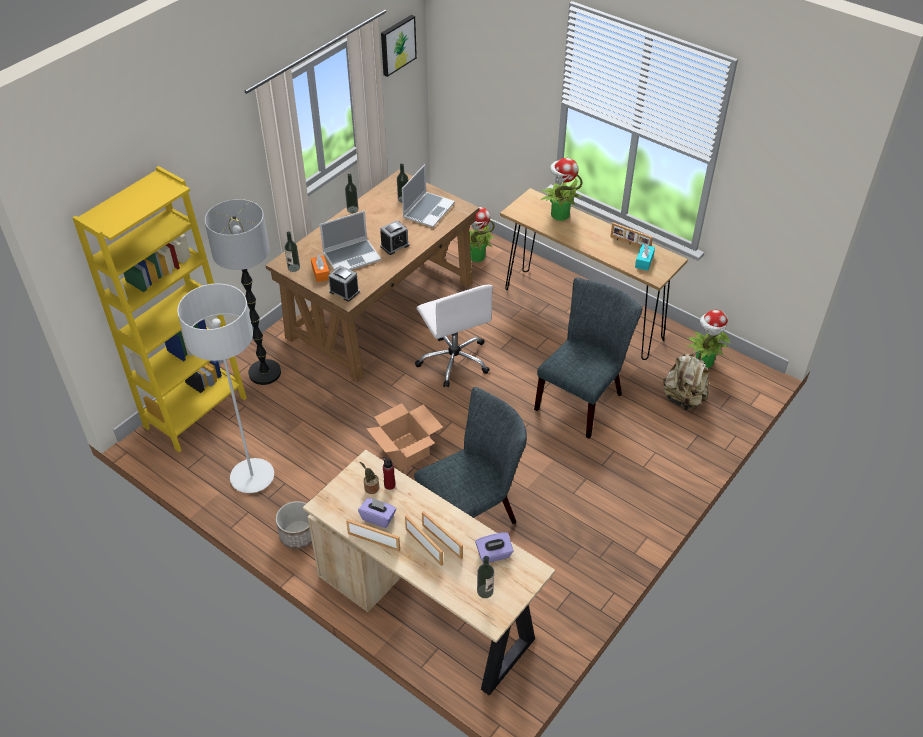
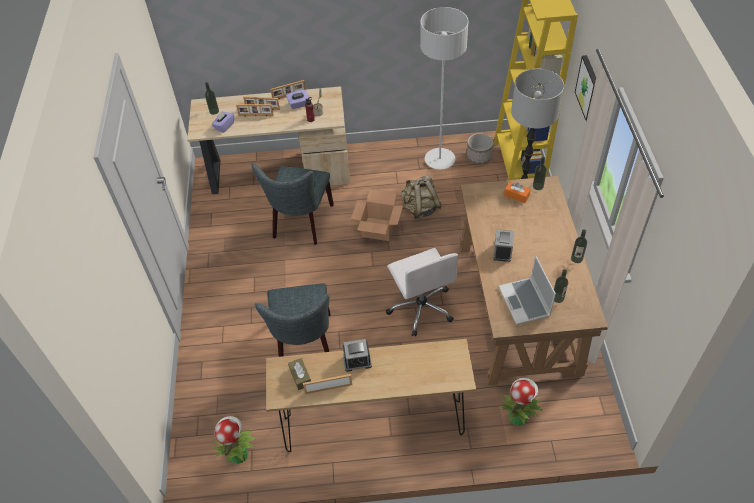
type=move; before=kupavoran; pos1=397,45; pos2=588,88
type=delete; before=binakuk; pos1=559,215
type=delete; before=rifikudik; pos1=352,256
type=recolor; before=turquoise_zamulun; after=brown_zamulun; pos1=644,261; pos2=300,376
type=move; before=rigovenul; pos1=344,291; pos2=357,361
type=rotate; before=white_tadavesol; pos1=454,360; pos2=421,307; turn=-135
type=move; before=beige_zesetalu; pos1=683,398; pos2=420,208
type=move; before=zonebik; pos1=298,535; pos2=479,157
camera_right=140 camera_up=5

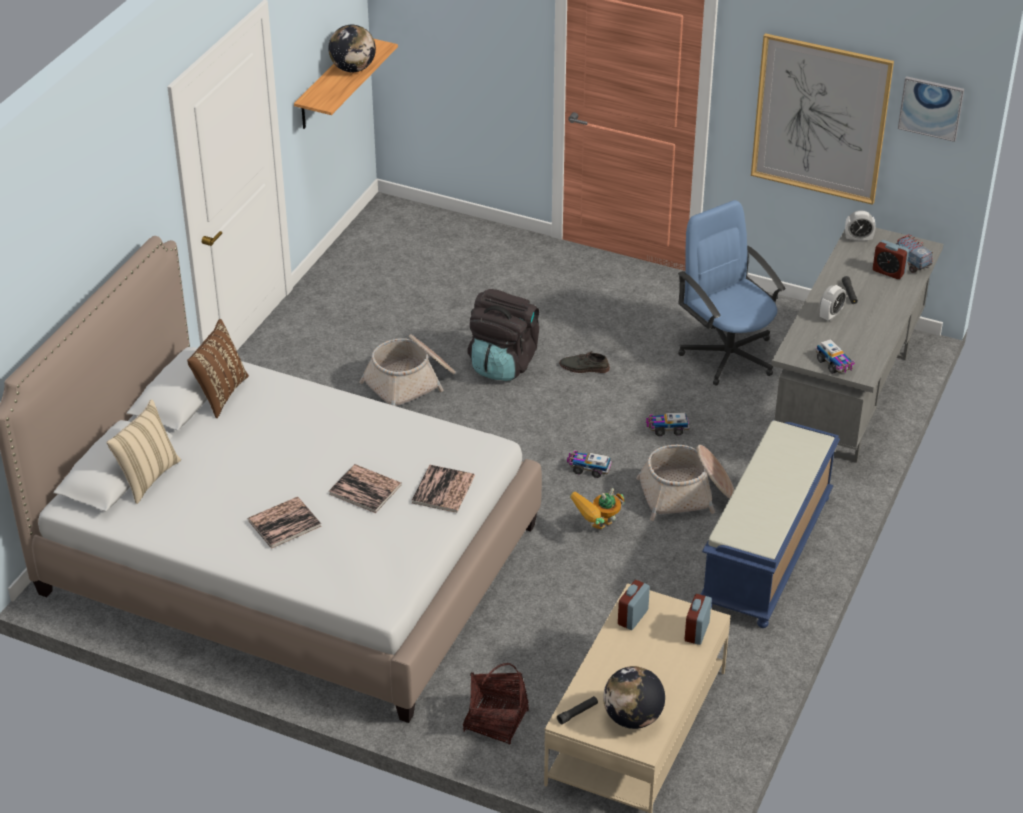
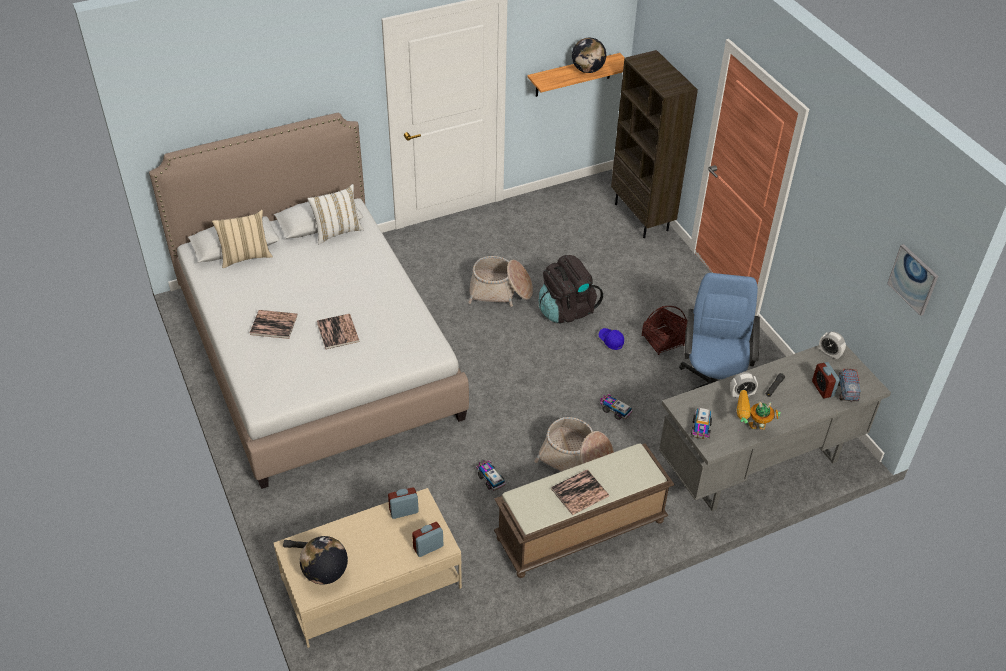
type=delete; before=kupavoran; pos1=820,119
type=recolor; before=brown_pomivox; after=white_pomivox; pos1=220,394; pos2=337,231
type=replace; before=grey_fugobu; after=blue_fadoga; pos1=584,367; pos2=611,341
type=recolor; before=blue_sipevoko; after=brown_sipevoko; pos1=767,553; pos2=580,531
type=move; before=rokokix; pos1=588,468; pos2=490,479
type=move; before=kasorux; pos1=443,490; pos2=579,493
type=move; before=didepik; pos1=597,531; pos2=749,429
type=move; before=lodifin; pos1=496,721; pos2=663,341
type=insert; after=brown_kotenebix; pos2=642,217
camera_right=40 camera_up=5

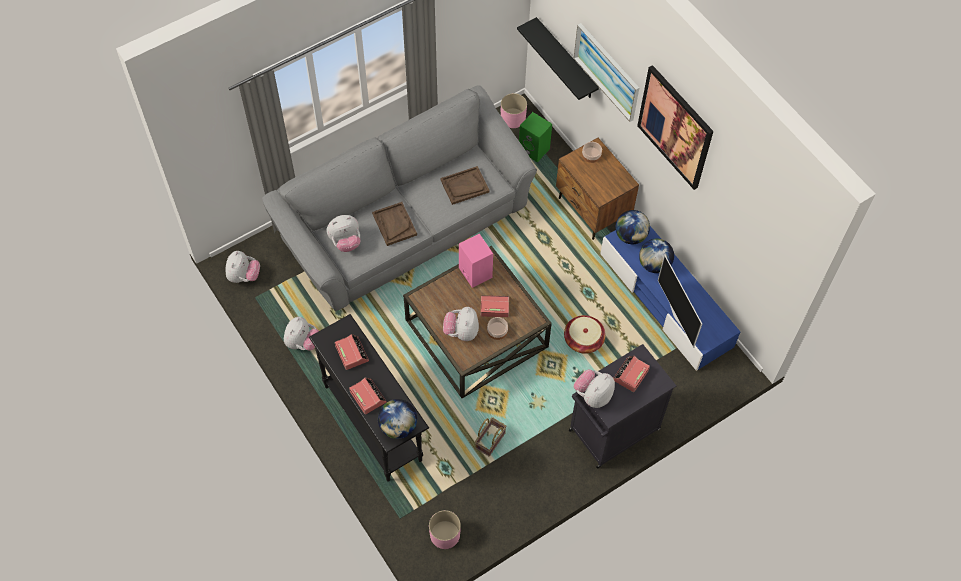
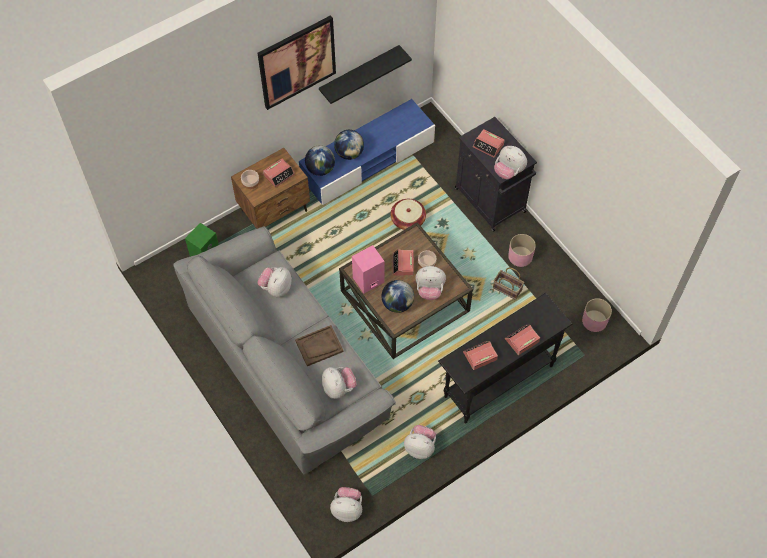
type=move; before=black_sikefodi; pos1=566,60; pos2=359,74
type=delete; before=kupavoran; pos1=607,71
type=move; before=pink_zonebik; pos1=513,118; pos2=520,256
type=replace; before=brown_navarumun; after=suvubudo; pos1=464,186; pos2=276,288
type=delete; before=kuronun; pos1=677,315
type=move; before=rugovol; pos1=398,426; pos2=397,304
type=insert; after=rigovenul; pos2=279,175
camera_right=-90 camera_up=0

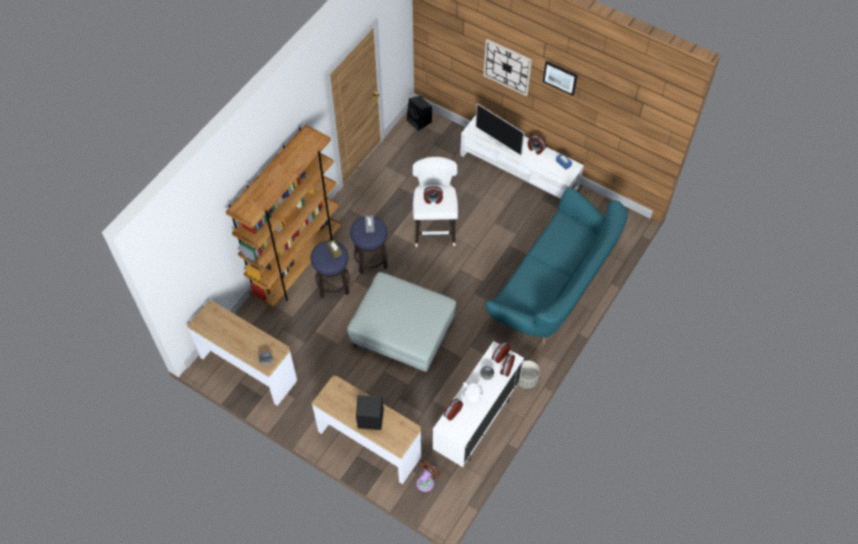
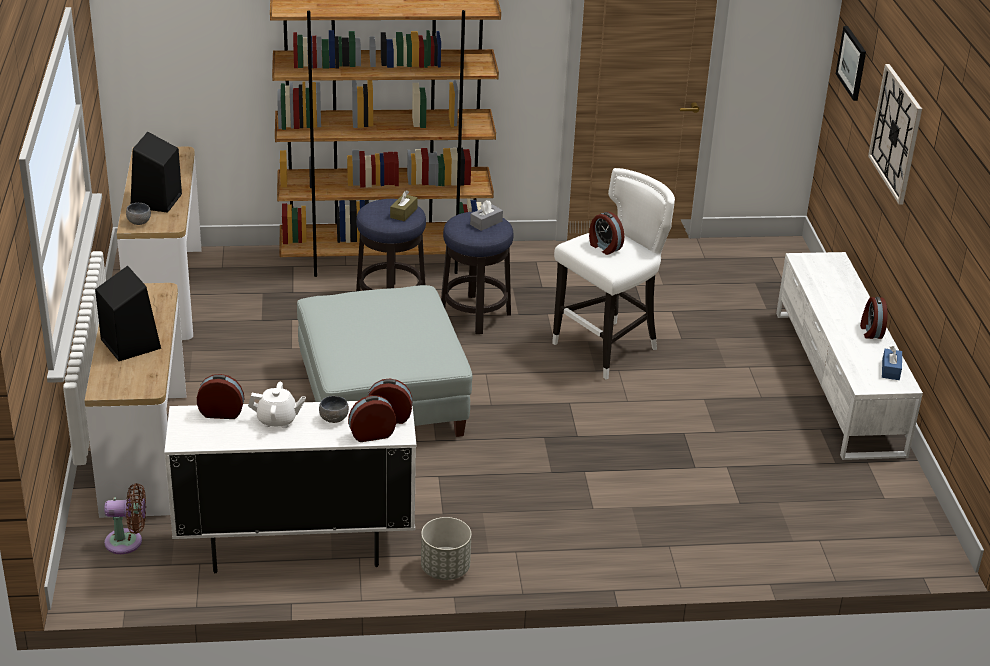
type=move; before=kupavoran; pos1=560,77; pos2=852,63
type=move; before=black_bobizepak; pos1=419,121; pos2=156,201
type=delete; before=kuronun; pos1=499,142
type=delete; before=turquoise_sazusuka; pos1=554,288
camera_right=50 camera_up=-25

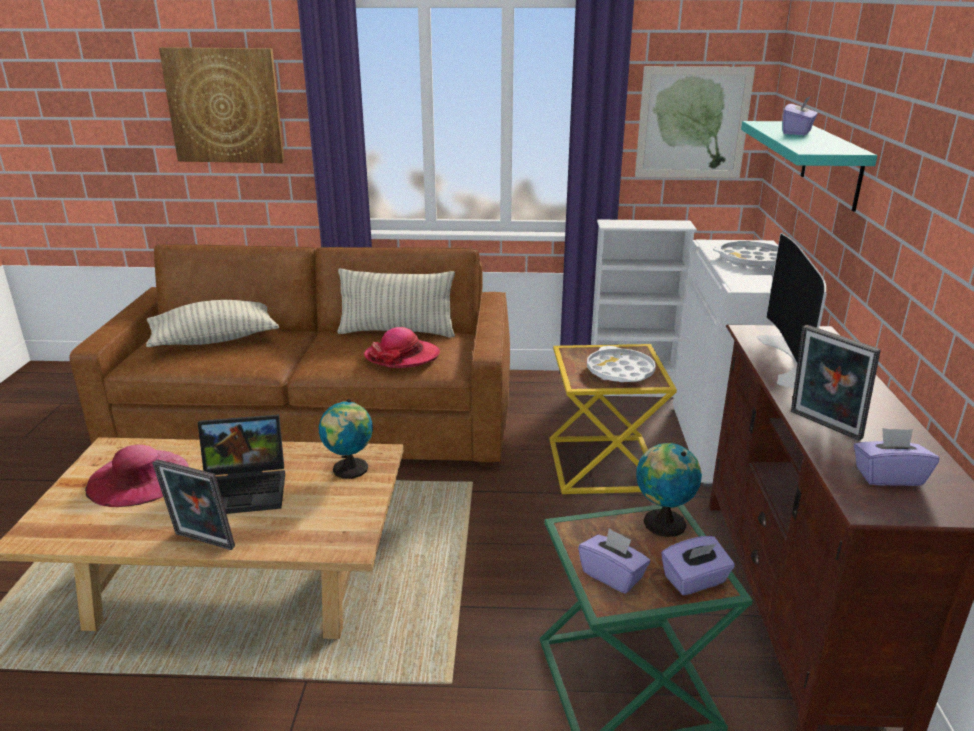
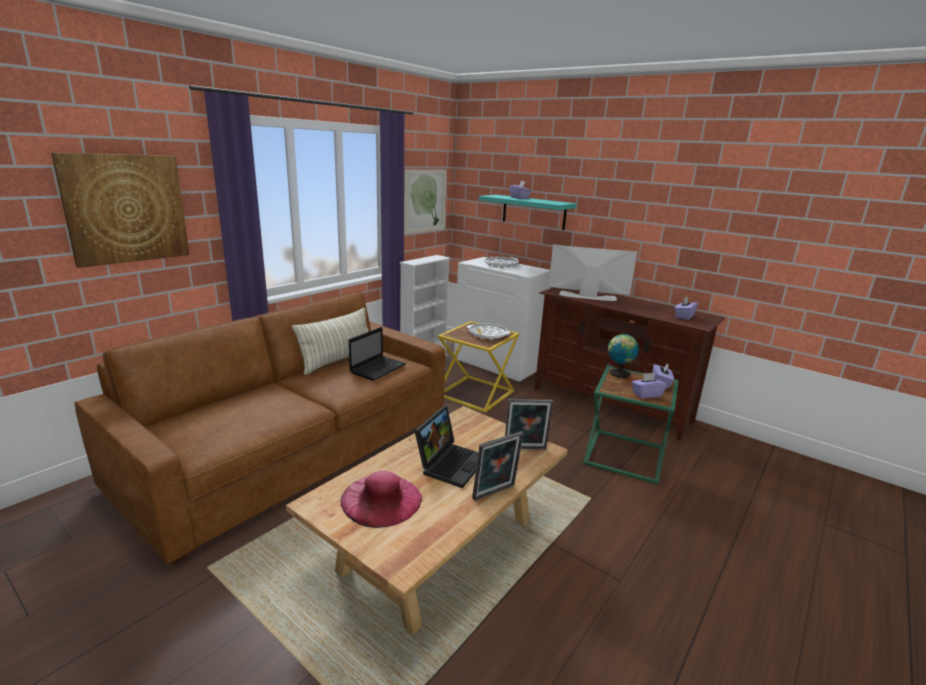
type=rotate; before=kuronun; pos1=794,360; pos2=587,296; turn=150
type=delete; before=pomivox; pos1=214,340
type=move; before=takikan; pos1=823,426; pos2=525,449
type=replace; before=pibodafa; after=rifikudik; pos1=402,356; pos2=378,368
type=delete; before=rugovol; pos1=349,470
camera_right=-55 camera_up=-5

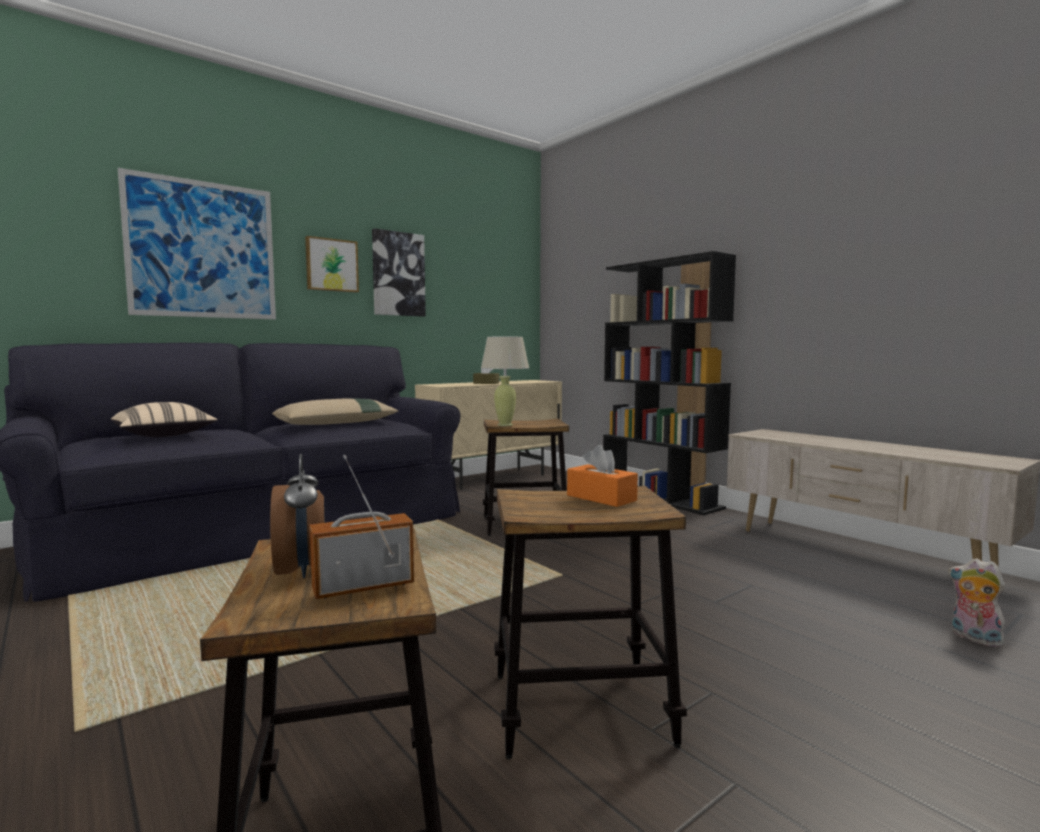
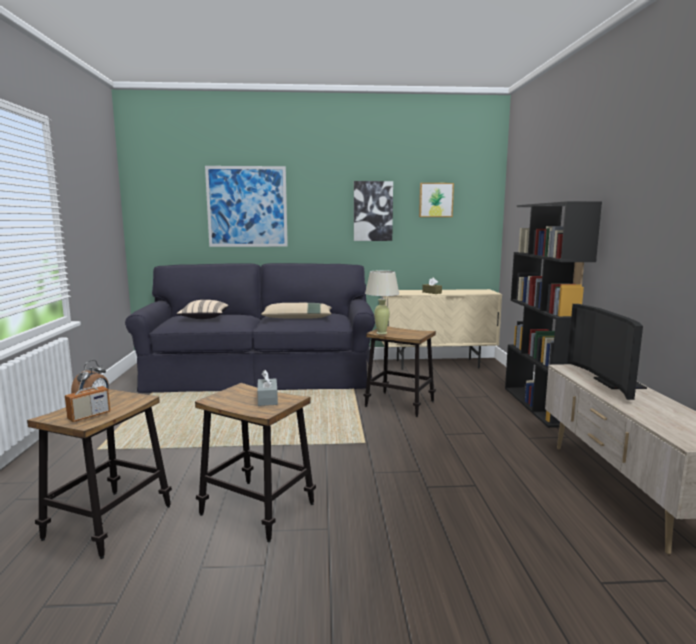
type=move; before=kupavoran; pos1=331,265; pos2=435,200
type=recolor; before=orange_zamulun; after=grey_zamulun; pos1=601,498; pos2=267,399
type=rotate; before=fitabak; pos1=363,587; pos2=89,416; turn=120
type=delete; before=suvubudo; pos1=973,638
type=insert; after=kuronun; pos2=612,383
camera_right=35 camera_up=5

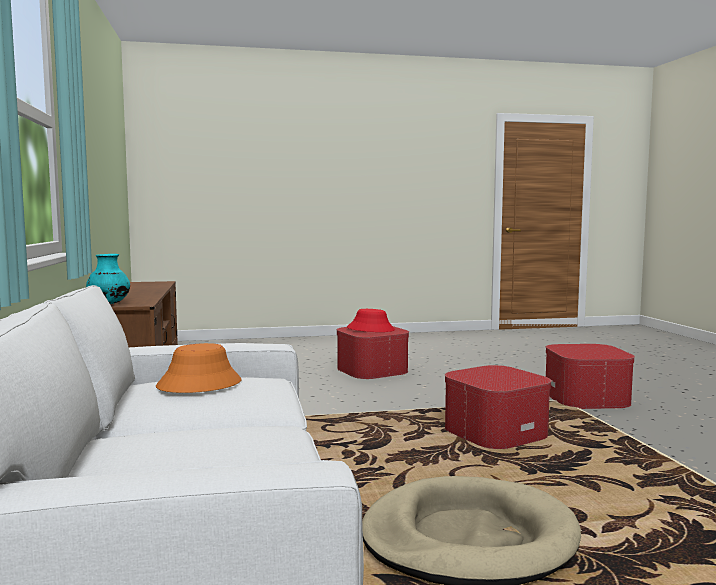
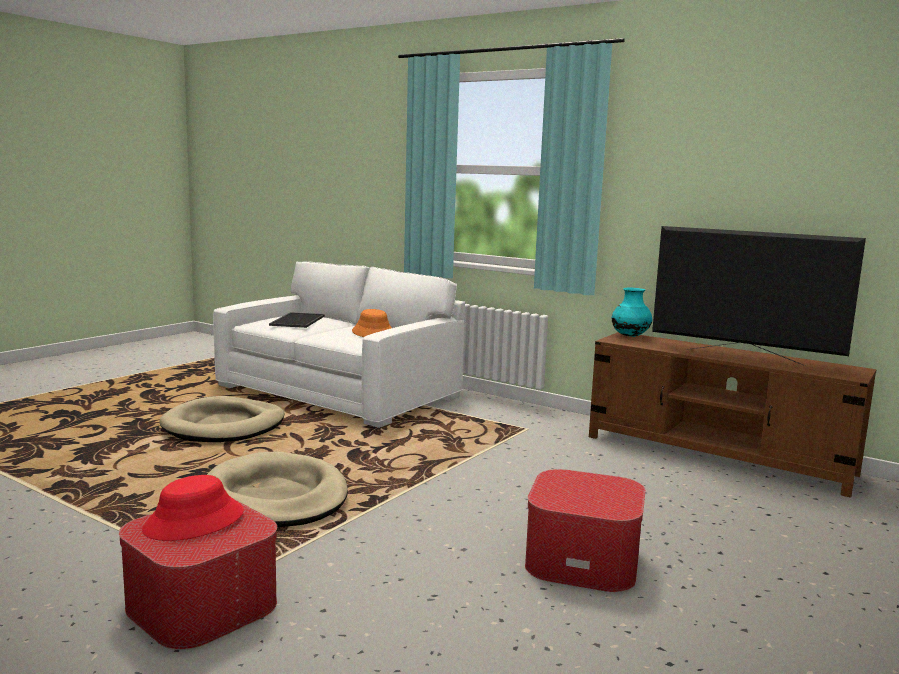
type=move; before=red_pibodafa; pos1=371,329; pos2=194,521
type=replace; before=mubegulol; after=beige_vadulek; pos1=495,432; pos2=275,497
type=insert; after=kuronun; pos2=743,357
type=insert; after=navarumun; pos2=297,320
camera_right=135 camera_up=5

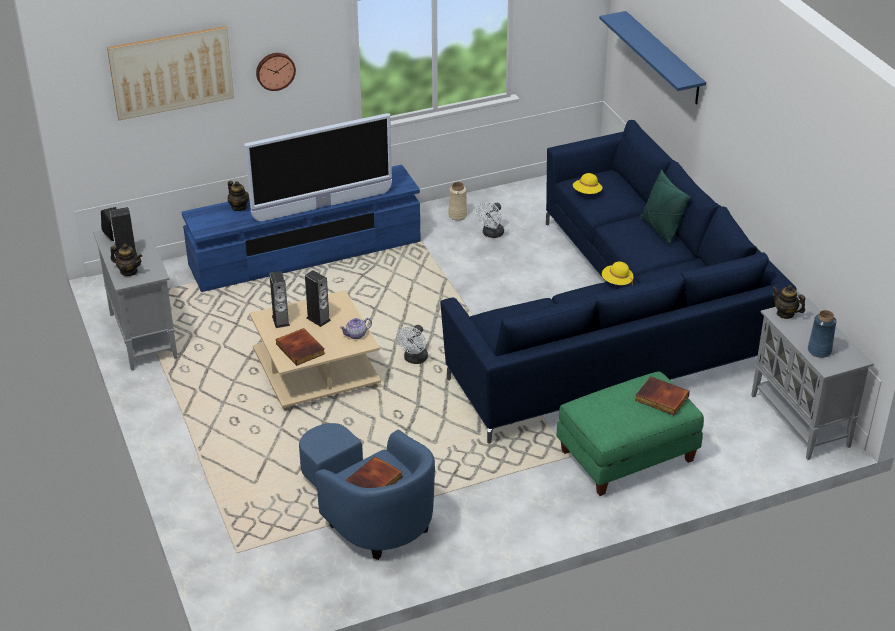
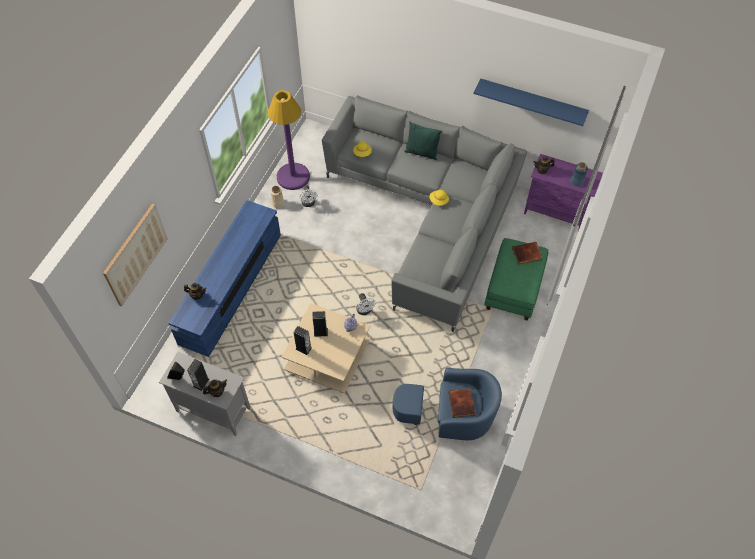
type=move; before=blue_sikefodi; pos1=663,58; pos2=532,101
type=delete; before=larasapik; pos1=275,70
type=delete; before=kuronun; pos1=323,206
type=recolor; before=blue_sazusuka; after=grey_sazusuka; pos1=620,326; pos2=430,216
type=recolor; before=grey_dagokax; after=purple_dagokax; pos1=800,421; pos2=556,212
type=delete; before=kasorux; pos1=301,349
type=insert; after=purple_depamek; pos2=293,177
camera_right=-45 camera_up=20

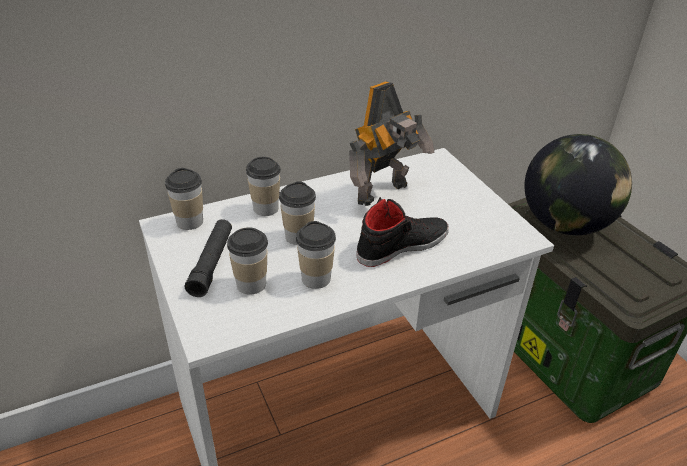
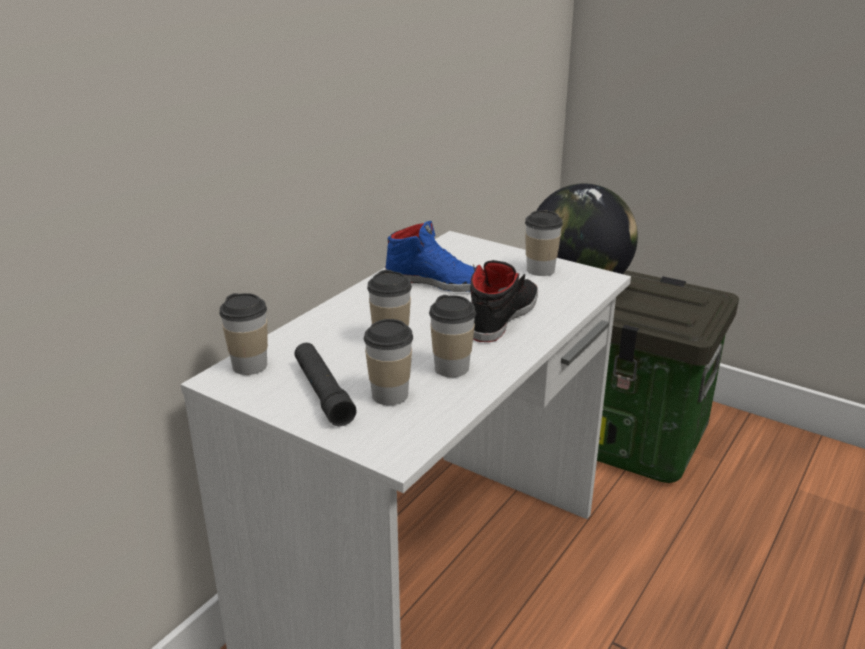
type=replace; before=didepik; after=blue_fugobu; pos1=385,194; pos2=437,281
type=move; before=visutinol; pos1=266,208; pos2=540,270
camera_right=-30 camera_up=-10

